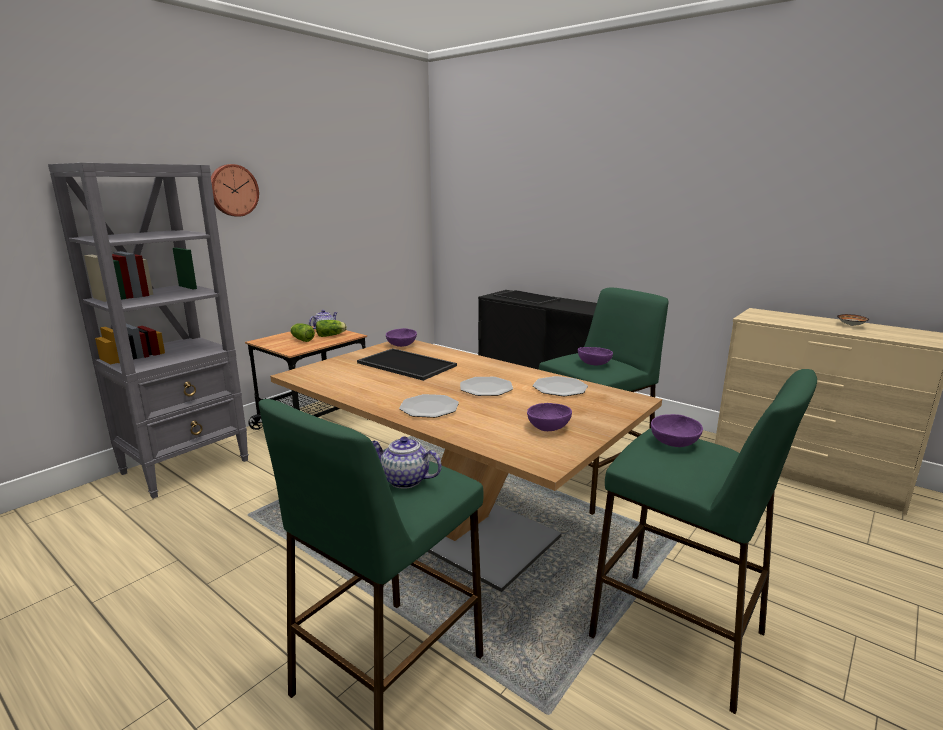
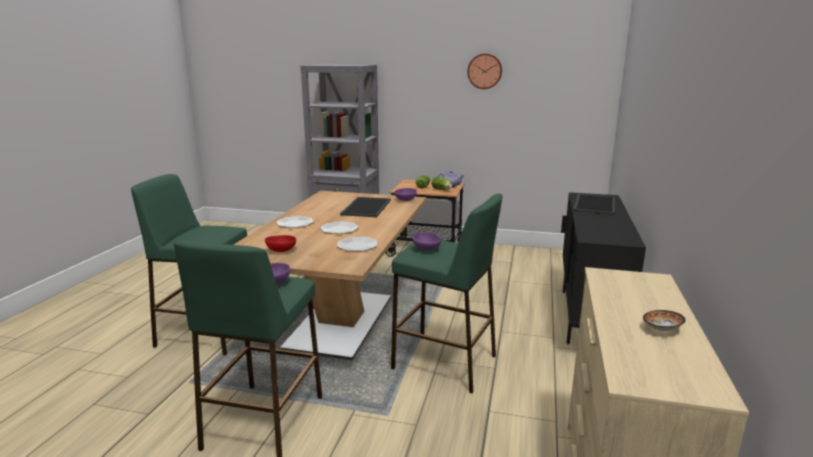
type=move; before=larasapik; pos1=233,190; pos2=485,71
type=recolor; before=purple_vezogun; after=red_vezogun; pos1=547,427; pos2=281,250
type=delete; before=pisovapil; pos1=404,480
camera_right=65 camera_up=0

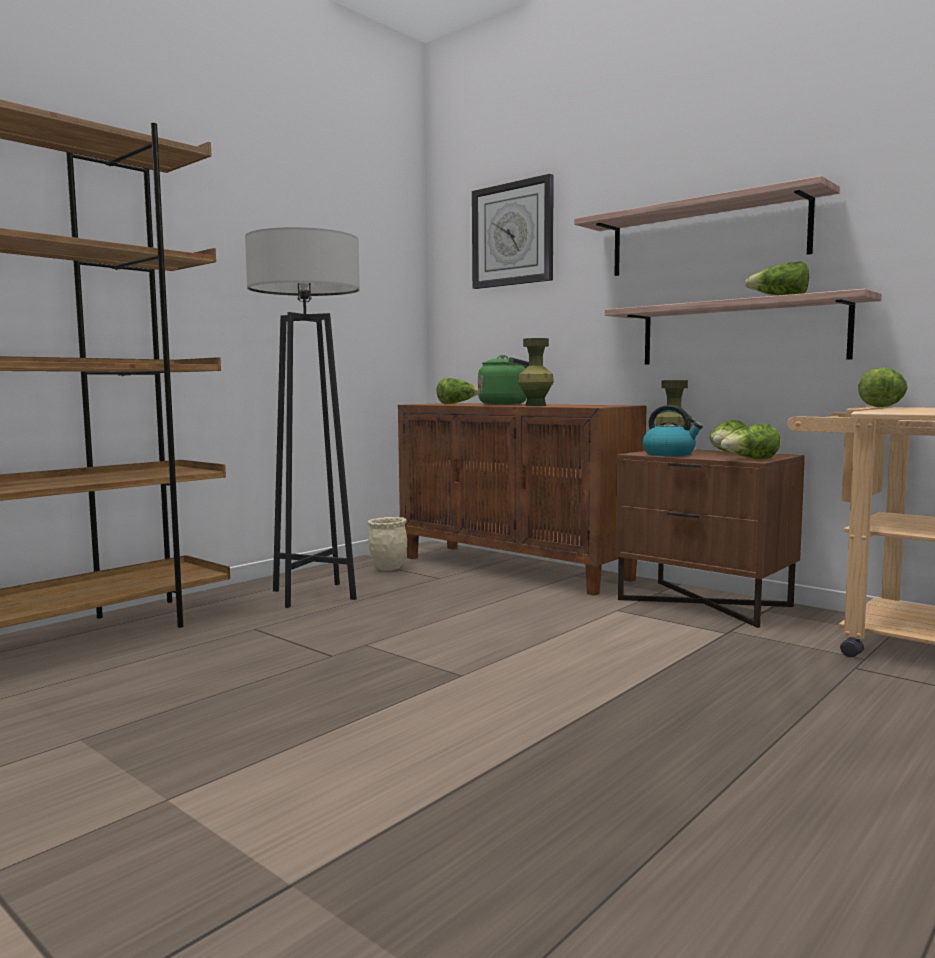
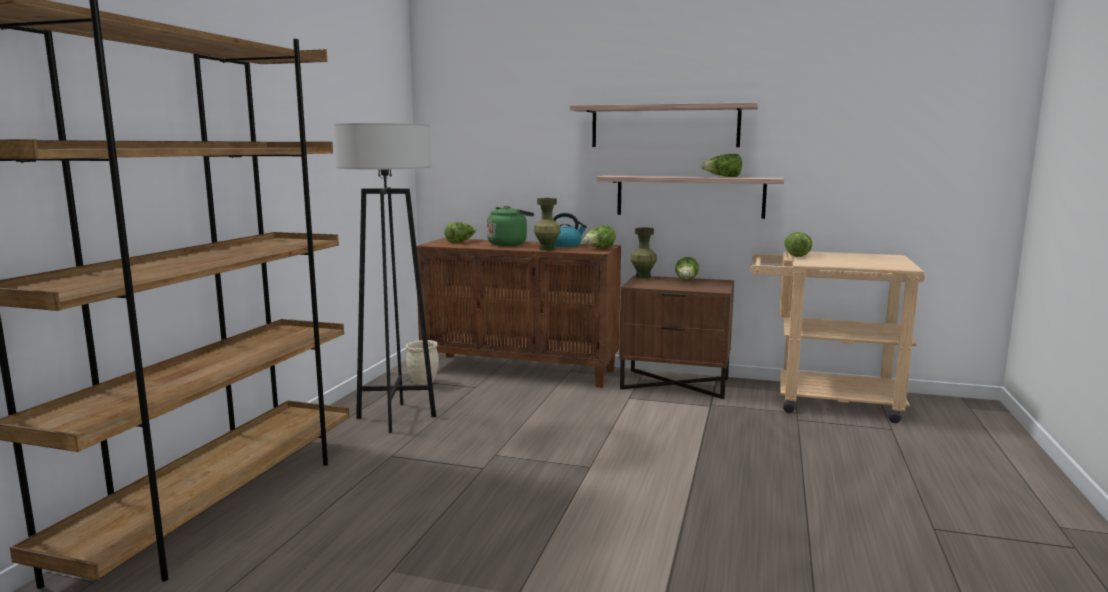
type=delete; before=larasapik; pos1=513,234
type=move; before=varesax; pos1=669,454; pos2=565,245
type=move; before=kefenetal; pos1=750,459; pos2=598,248
camera_right=-25 camera_up=5

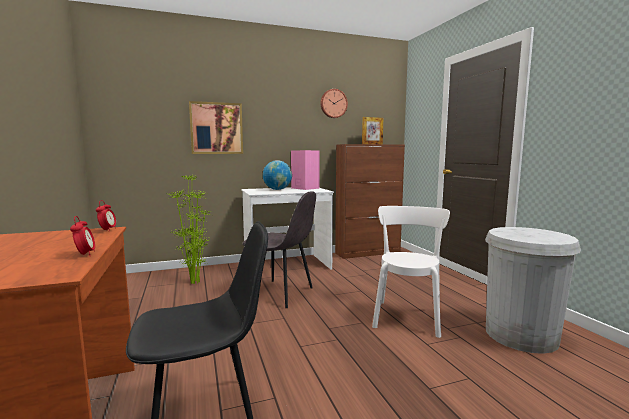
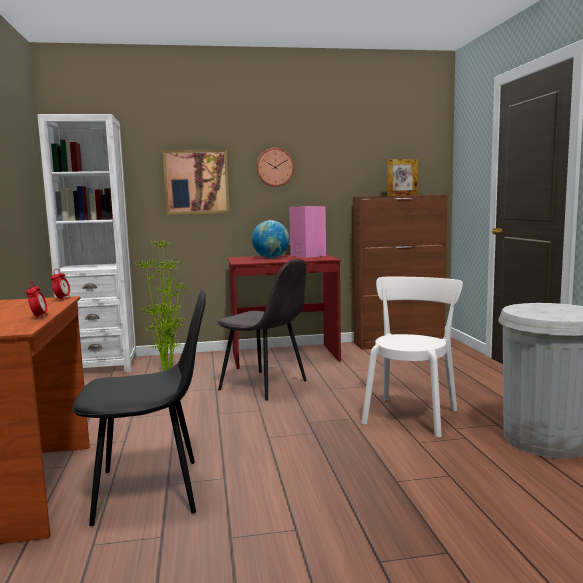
type=move; before=larasapik; pos1=333,103; pos2=274,167
type=recolor; before=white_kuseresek; after=red_kuseresek; pos1=287,266; pos2=284,356
type=insert; after=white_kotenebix; pos2=101,366
camera_right=10 camera_up=0

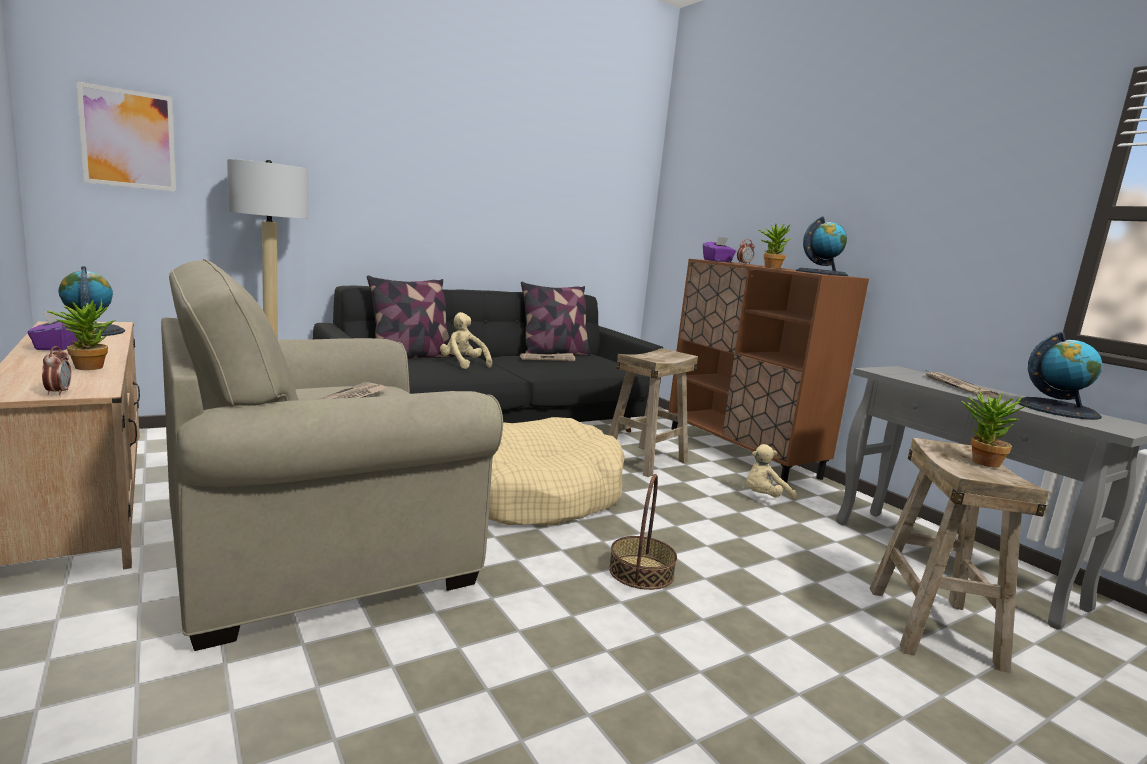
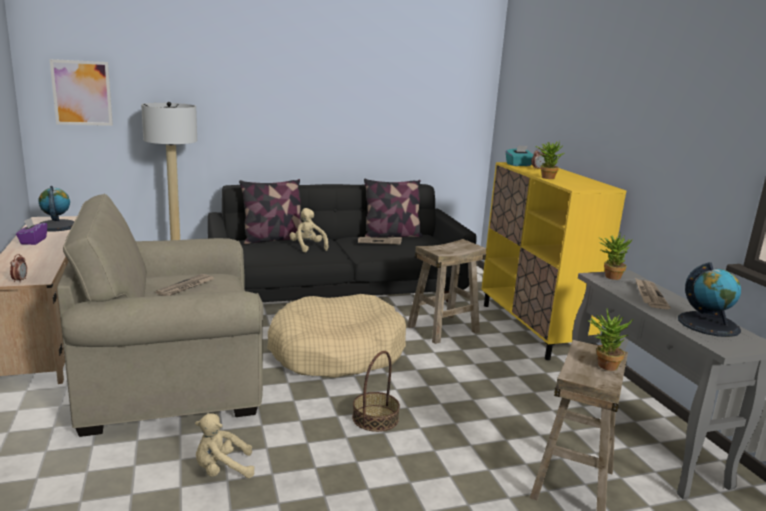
type=delete; before=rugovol; pos1=821,273
type=recolor; before=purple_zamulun; after=turquoise_zamulun; pos1=717,261; pos2=518,165
type=recolor; before=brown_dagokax; after=yellow_dagokax; pos1=741,455; pos2=533,328
type=move; before=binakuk; pos1=86,366; pos2=609,276
type=move; before=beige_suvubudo; pos1=764,498; pos2=222,470
camera_right=15 camera_up=5

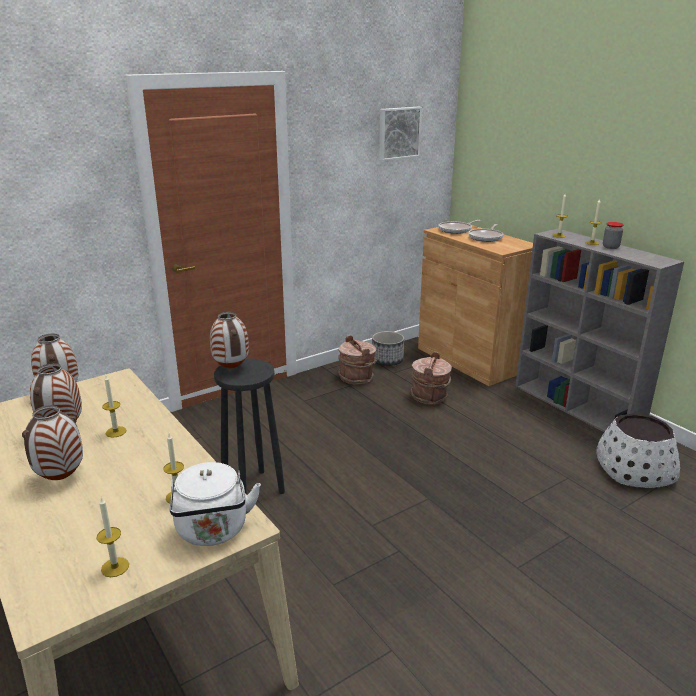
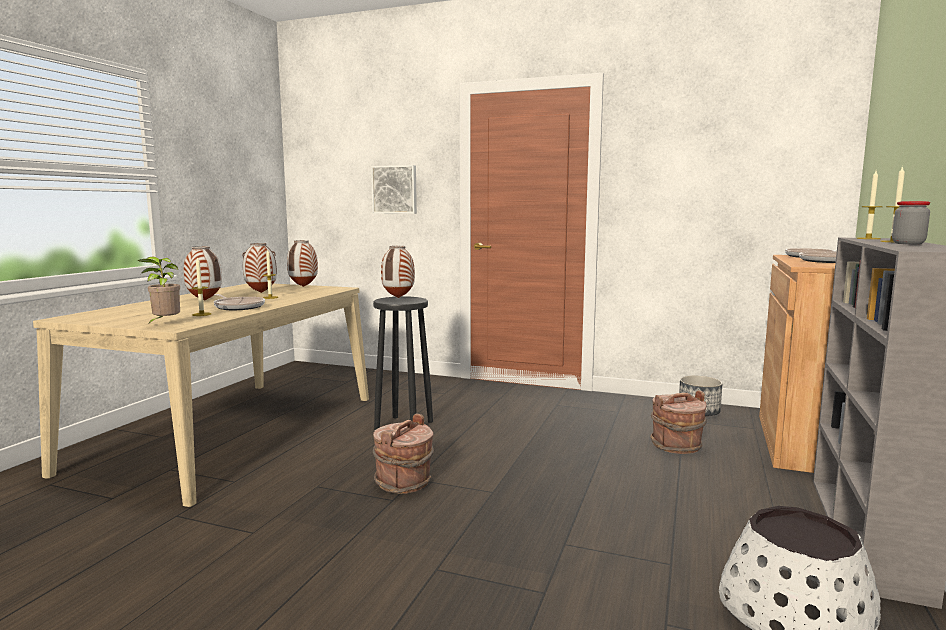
type=move; before=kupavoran; pos1=398,133; pos2=395,189
type=move; before=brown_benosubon; pos1=356,377; pos2=404,483
type=replace; before=white_varesax; after=binakuk; pos1=213,531; pos2=165,324
type=delete; before=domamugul; pos1=115,567
type=insert; after=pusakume; pos2=238,307
camera_right=55 camera_up=-15

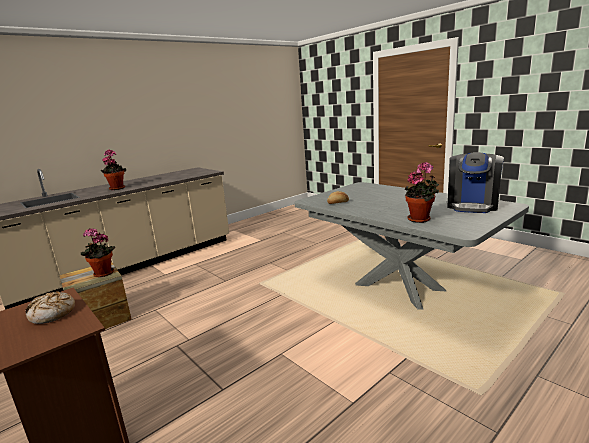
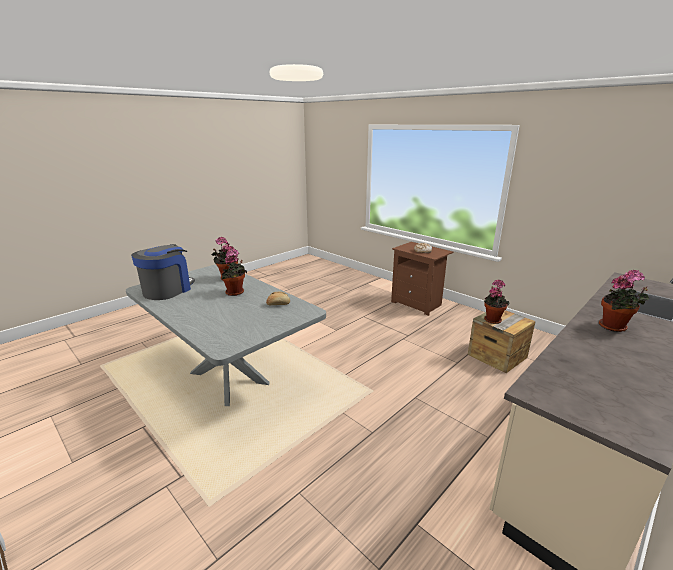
type=insert; after=binakuk; pos2=236,293
camera_right=175 camera_up=5

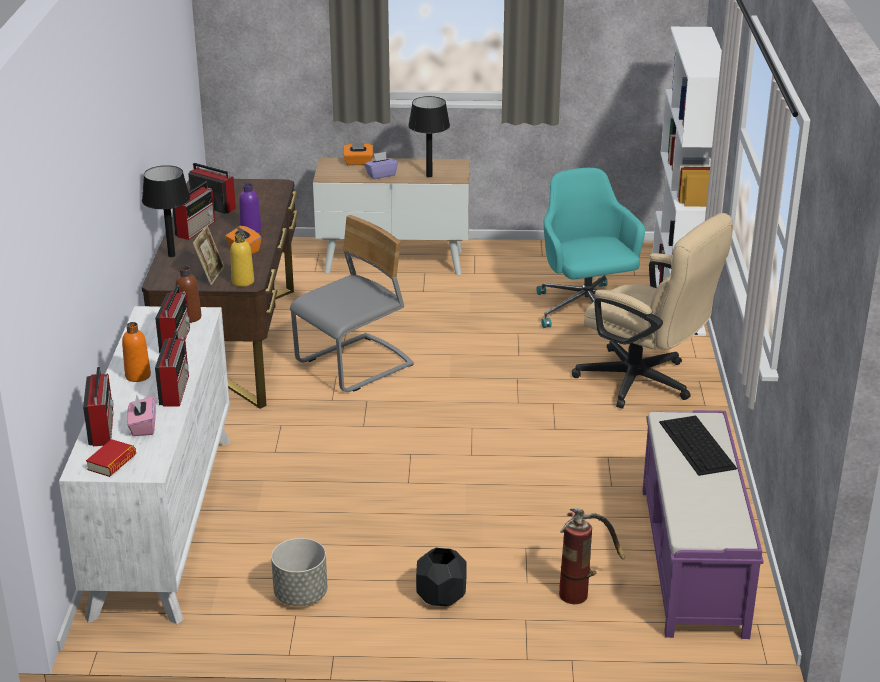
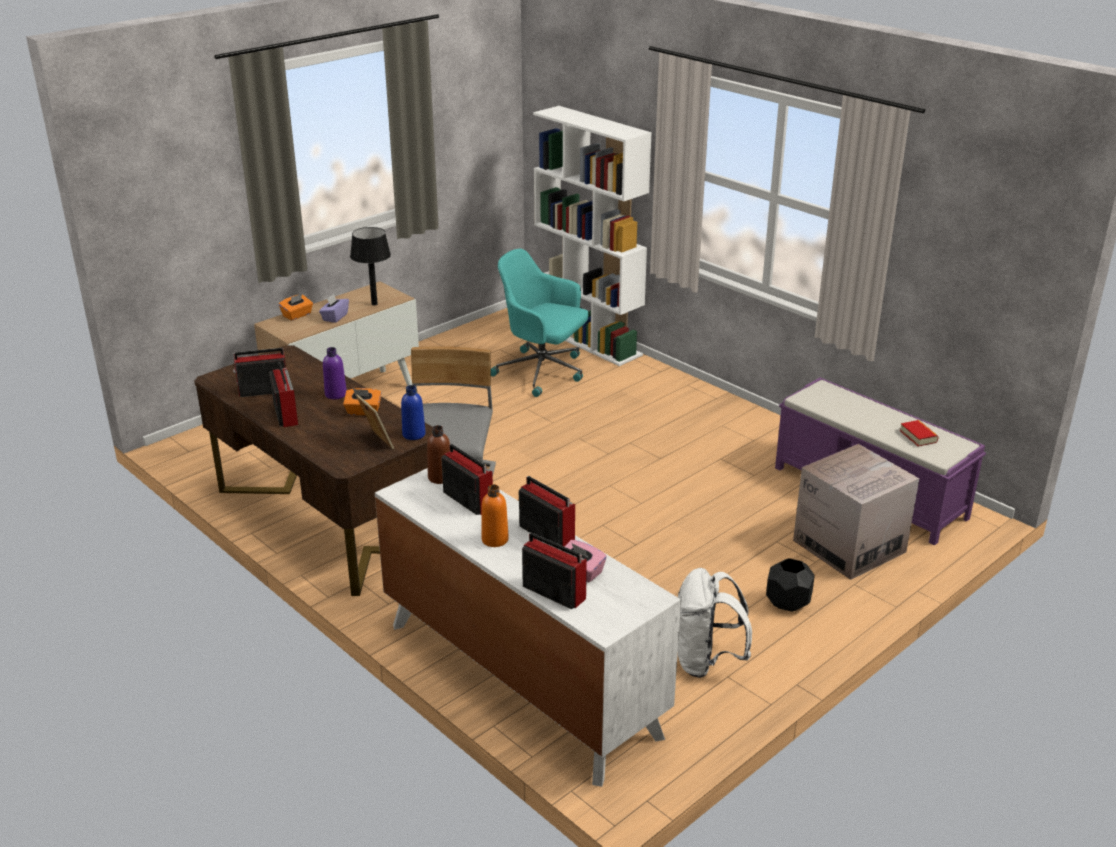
type=delete; before=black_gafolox; pos1=172,255
type=delete; before=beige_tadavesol; pos1=644,383
type=recolor; before=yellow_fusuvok; after=blue_fusuvok; pos1=243,282; pos2=414,434
type=delete; before=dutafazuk; pos1=698,445
type=move; before=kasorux; pos1=112,462; pos2=918,436
type=replace; before=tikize; after=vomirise; pos1=582,589; pos2=849,546
type=replace; before=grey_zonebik; after=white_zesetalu; pos1=300,595; pos2=706,661
camera_right=-45 camera_up=0

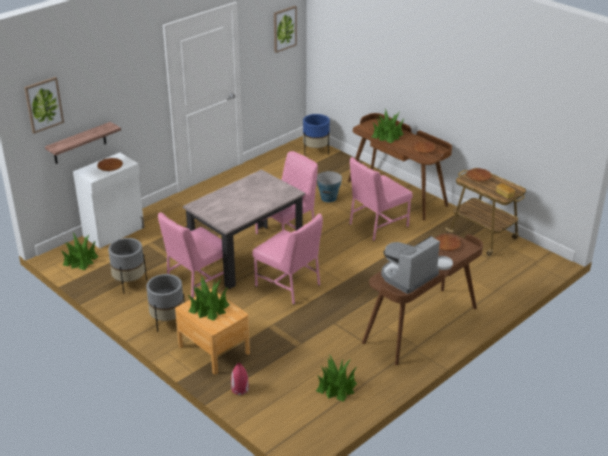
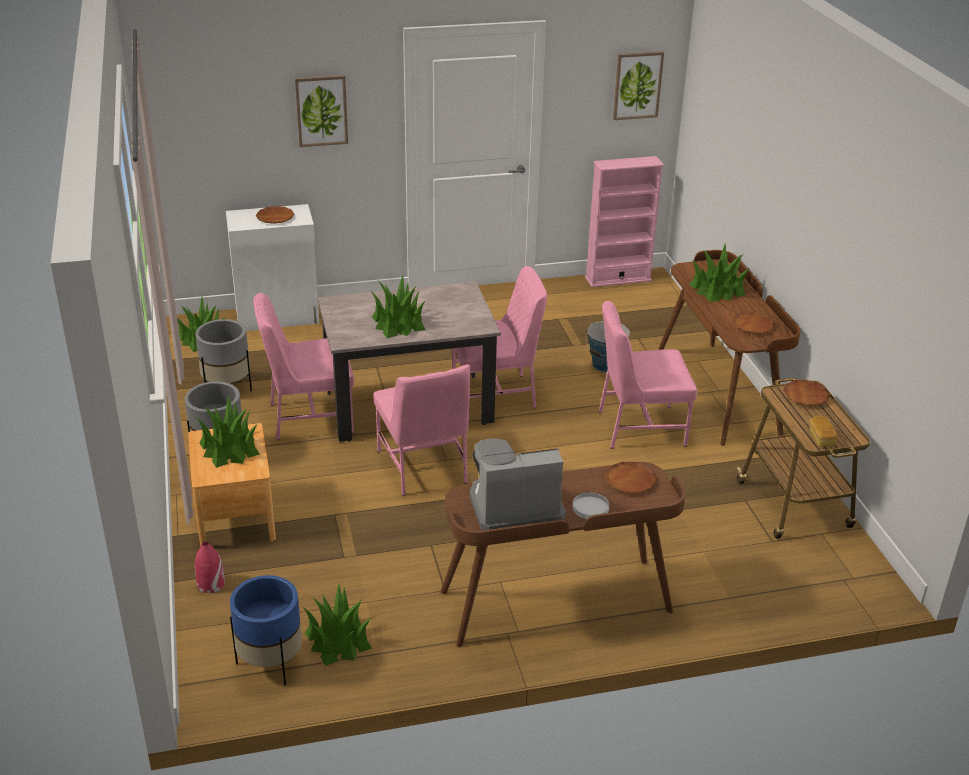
type=move; before=kupavoran; pos1=43,104; pos2=321,110
type=move; before=blue_zonebik; pos1=316,151; pos2=270,662
type=delete; before=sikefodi; pos1=79,143
type=insert; after=pink_kotenebix; pos2=618,279
type=insert; after=binakuk; pos2=398,323
camera_right=30 camera_up=0

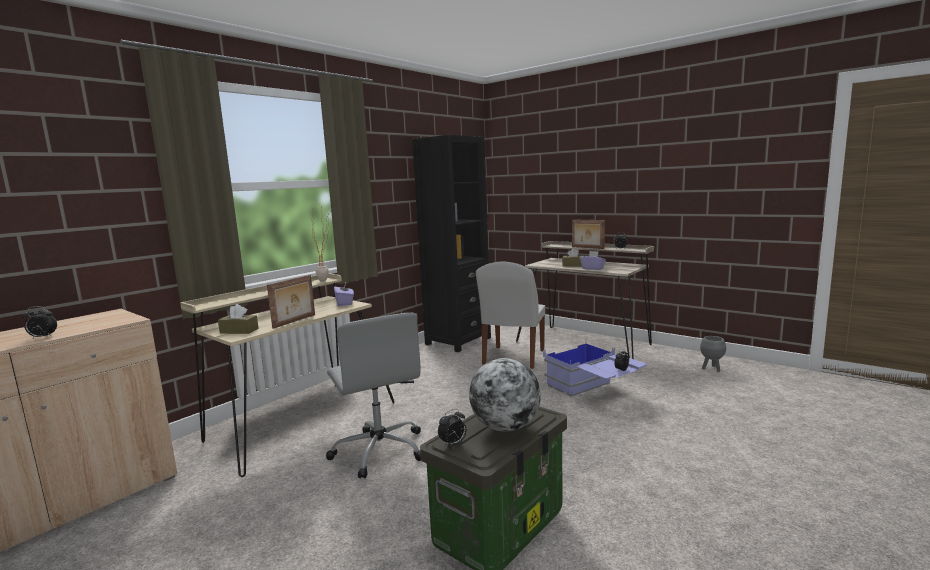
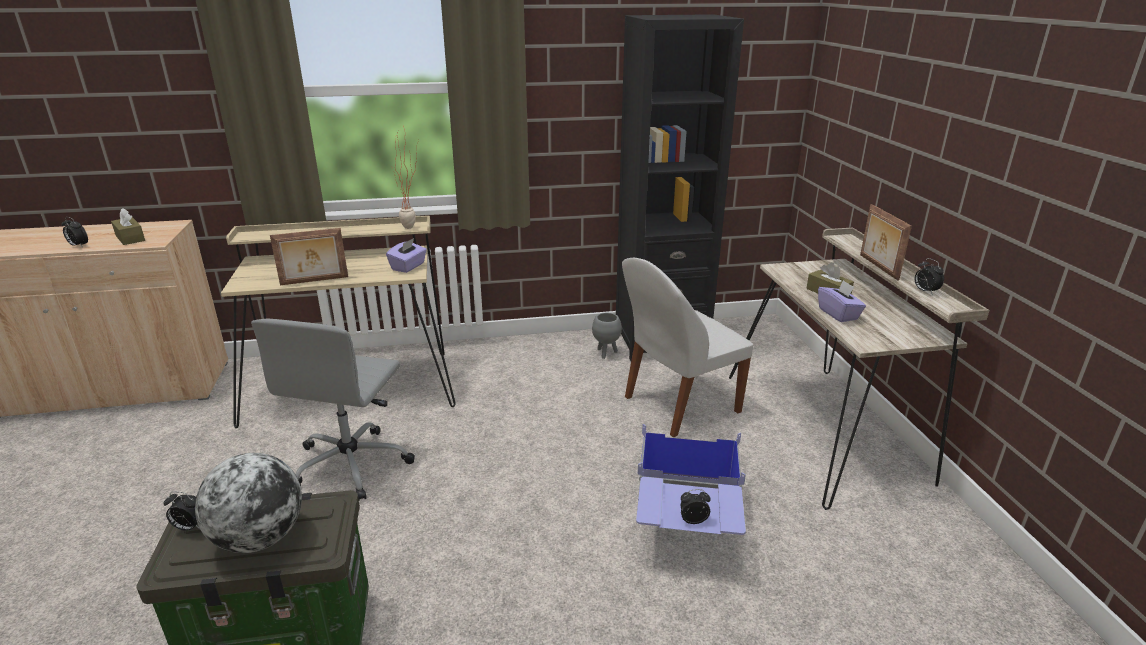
type=move; before=brown_zamulun; pos1=239,331; pos2=130,238
type=move; before=grey_zonebik; pos1=711,369; pos2=606,353
camera_right=40 camera_up=15

